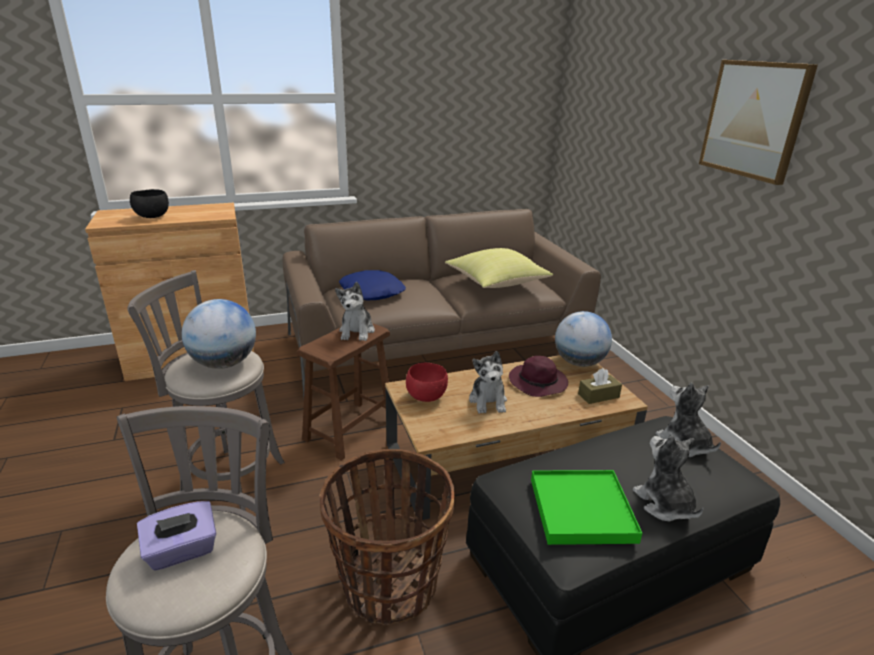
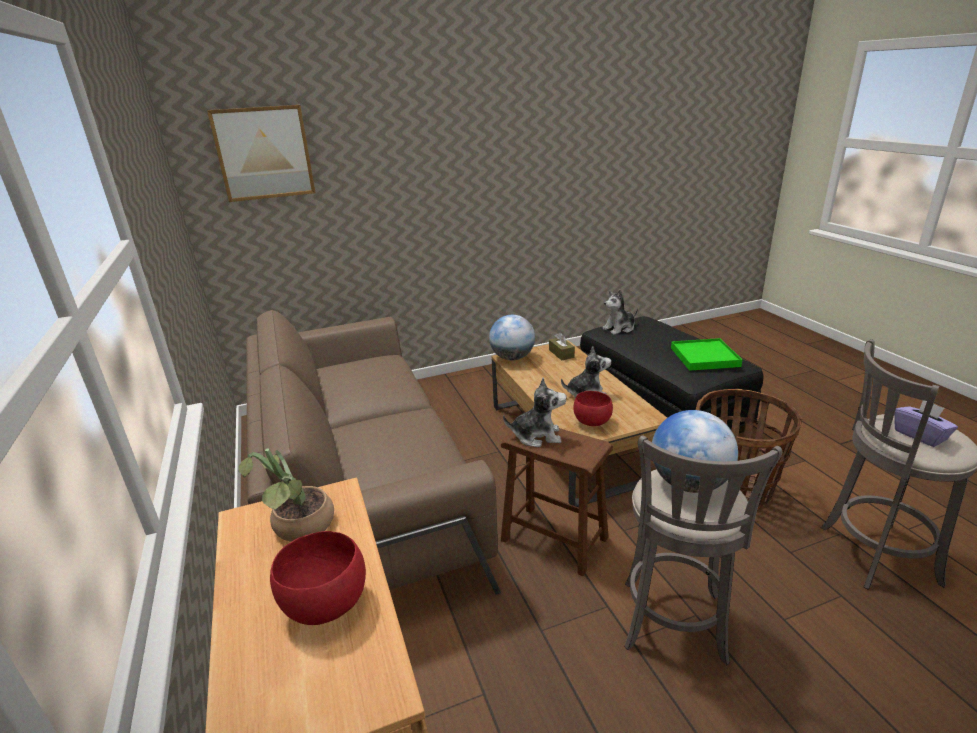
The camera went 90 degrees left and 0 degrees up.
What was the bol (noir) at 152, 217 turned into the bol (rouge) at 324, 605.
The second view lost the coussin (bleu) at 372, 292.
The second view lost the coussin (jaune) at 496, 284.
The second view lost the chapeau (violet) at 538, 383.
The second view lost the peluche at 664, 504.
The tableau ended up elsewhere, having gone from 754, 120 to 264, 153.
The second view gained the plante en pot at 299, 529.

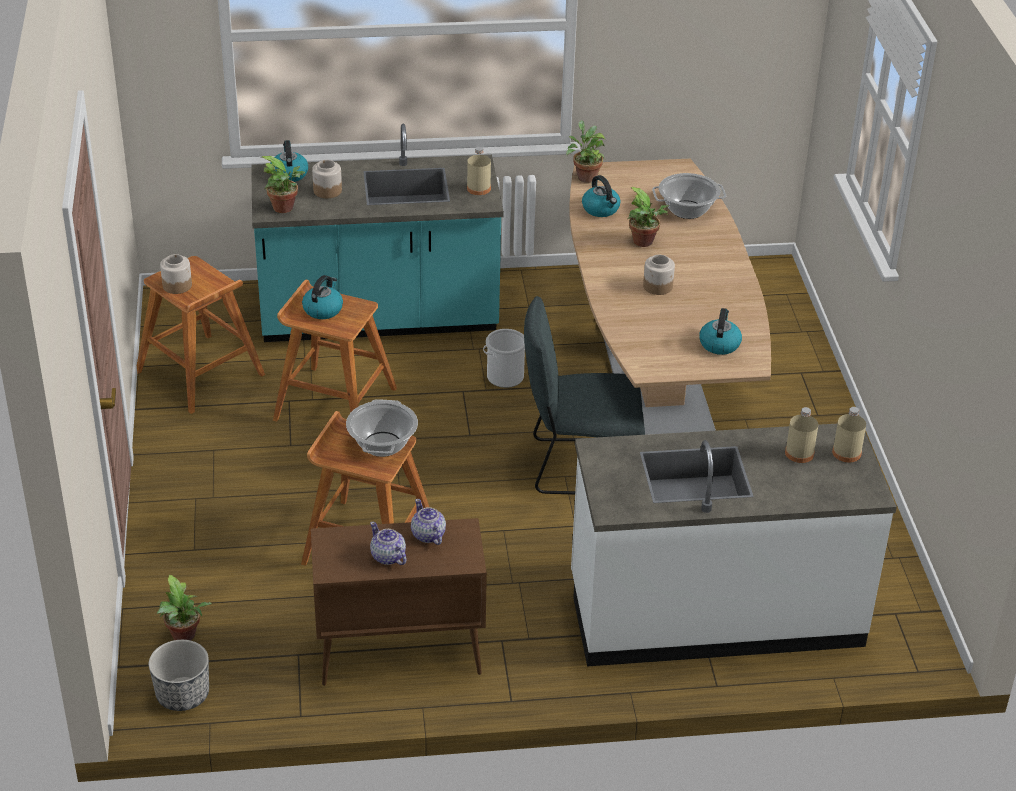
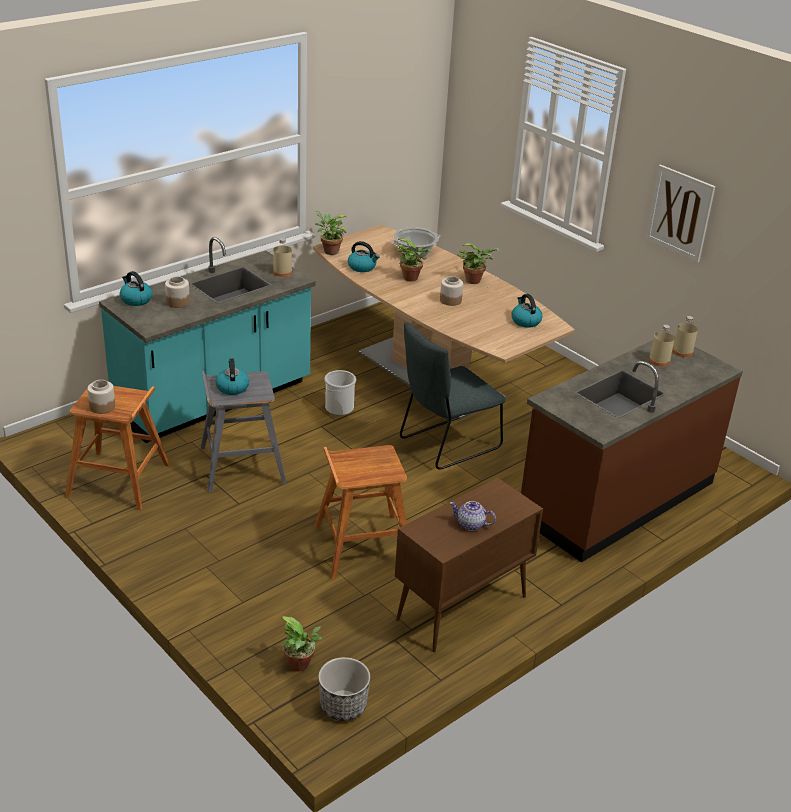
The camera went 35 degrees left and 5 degrees down.
The plante en pot ended up elsewhere, having gone from 286, 208 to 475, 280.
What was the tabouret (marron) at 334, 403 turned into the tabouret (gris) at 241, 465.
The second view lost the marmite at 382, 444.
The second view lost the théière at 428, 535.
What was the comptoir de cuisine (blanc) at 715, 613 turned into the comptoir de cuisine (marron) at 615, 498.
The second view gained the tableau at 679, 213.

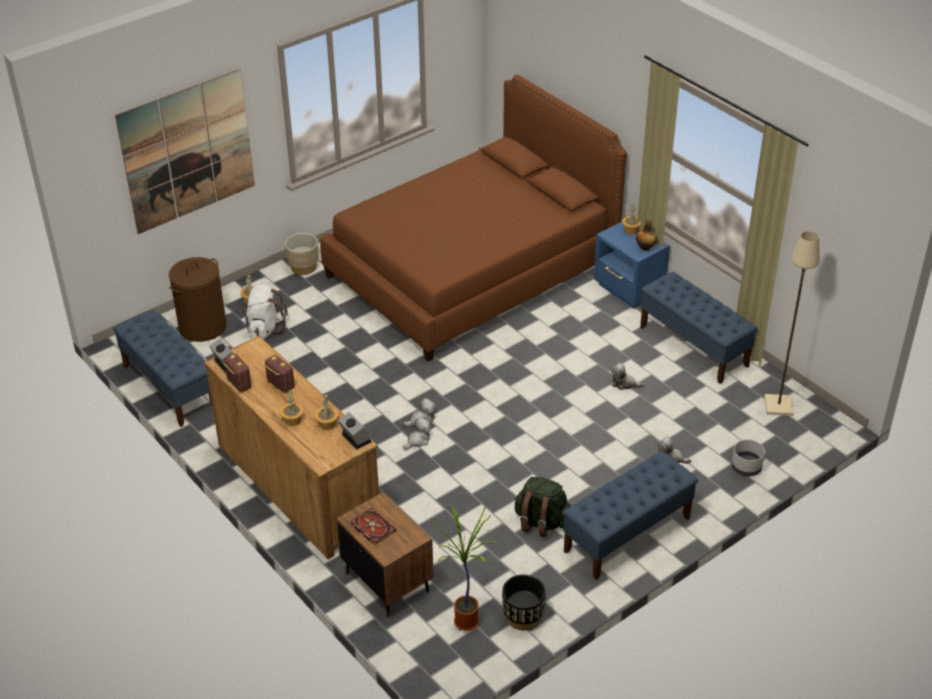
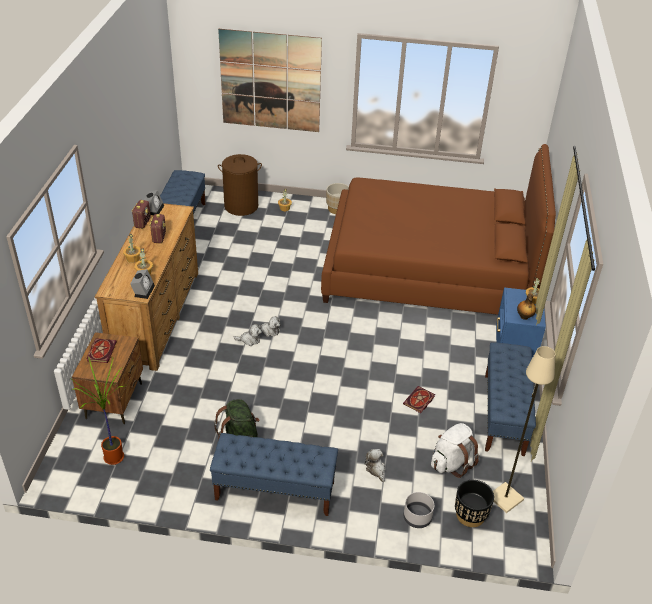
The camera went 45 degrees right and 0 degrees up.
The sac à dos (blanc) ended up elsewhere, having gone from 264, 329 to 451, 463.
The cache-pot (noir) ended up elsewhere, having gone from 523, 617 to 470, 515.
Where the peluche stood at 624, 384, the livre came to stand at 419, 401.

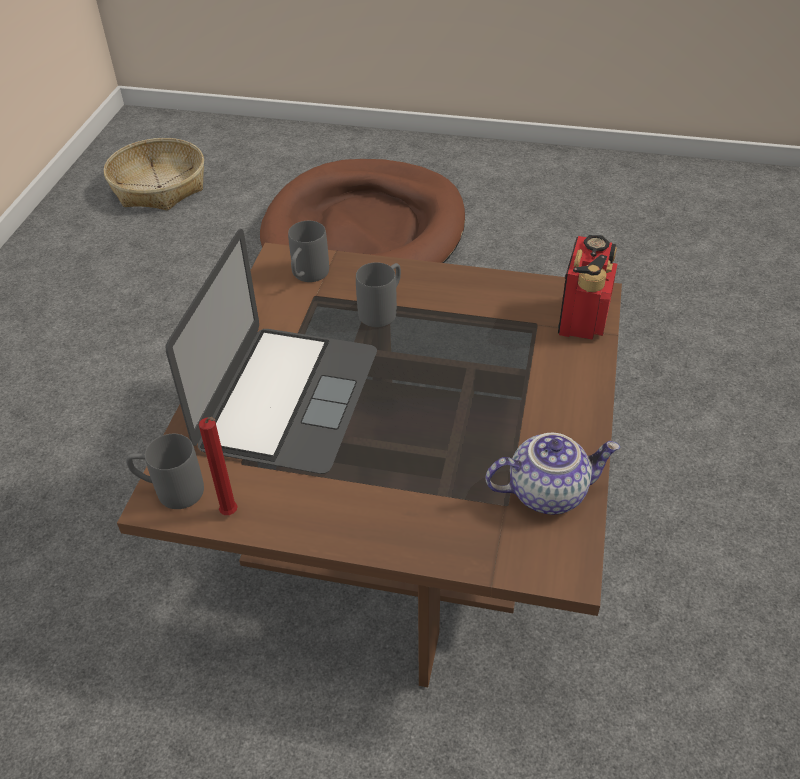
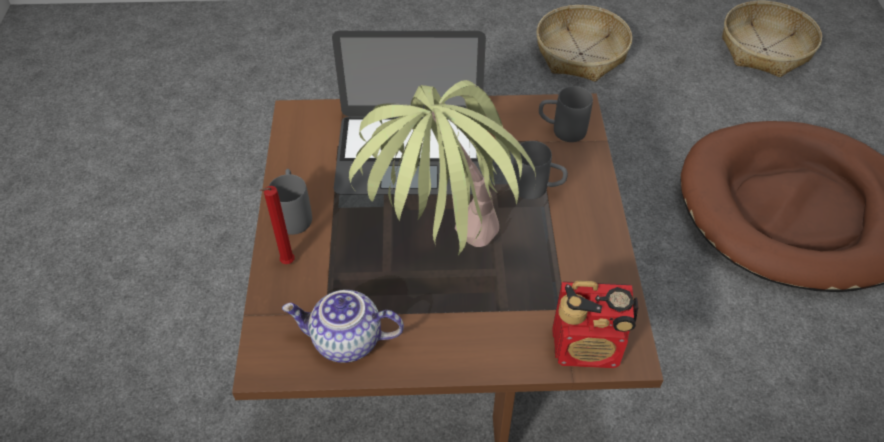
The camera went 75 degrees right and 5 degrees up.
The mug (gris) ended up elsewhere, having gone from 170, 490 to 293, 214.
The bougie (rouge) ended up elsewhere, having gone from 231, 514 to 286, 263.
The théière at 547, 491 ended up facing another way, 120 degrees clockwise from before.
The second view gained the plante en pot at 441, 262.
The second view gained the panier at 581, 54.

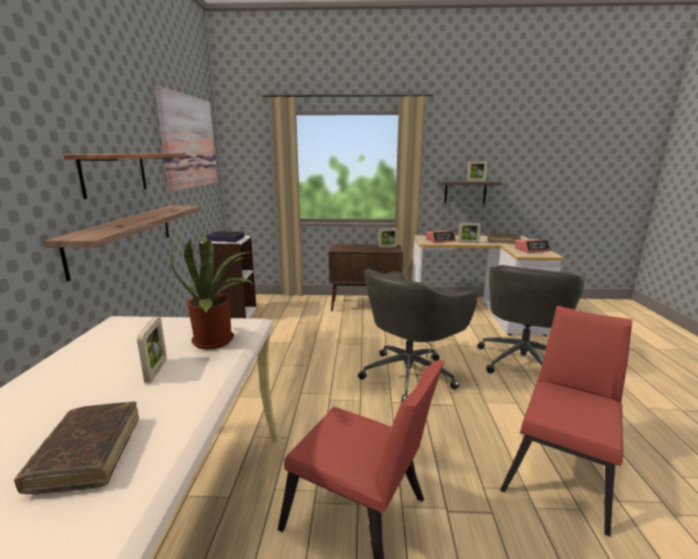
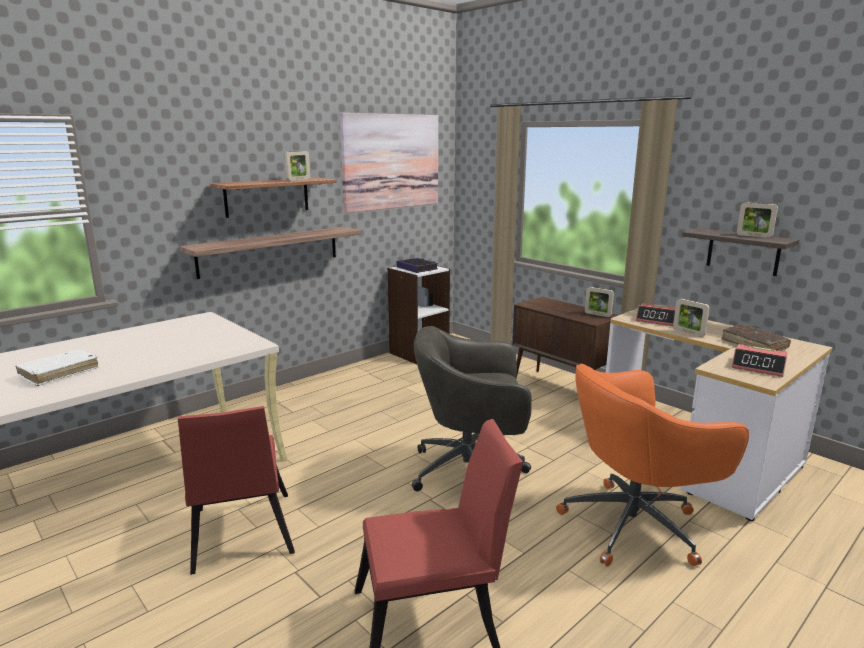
The camera went 45 degrees right and 0 degrees up.
What was the livre (marron) at 88, 454 turned into the livre (blanc) at 59, 373.
The cadre photo ended up elsewhere, having gone from 156, 370 to 298, 180.
The second view lost the plante en pot at 218, 340.
What was the chaise de bureau (gris) at 522, 360 turned into the chaise de bureau (orange) at 635, 525.

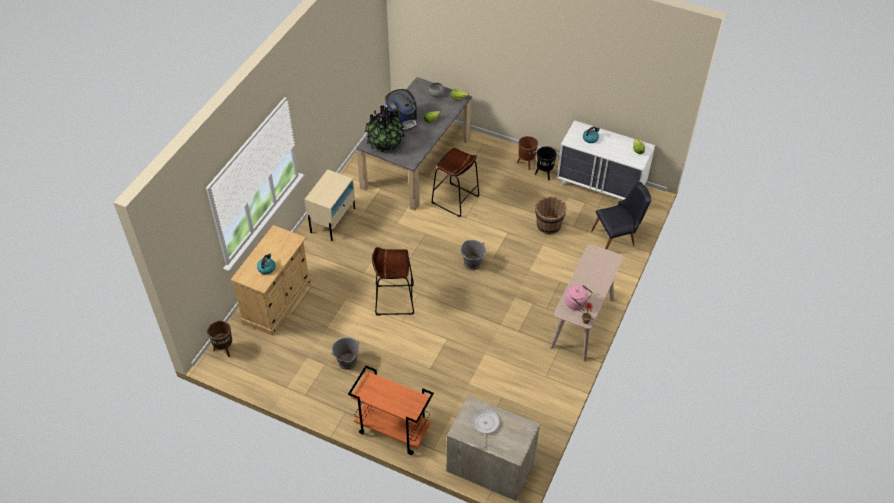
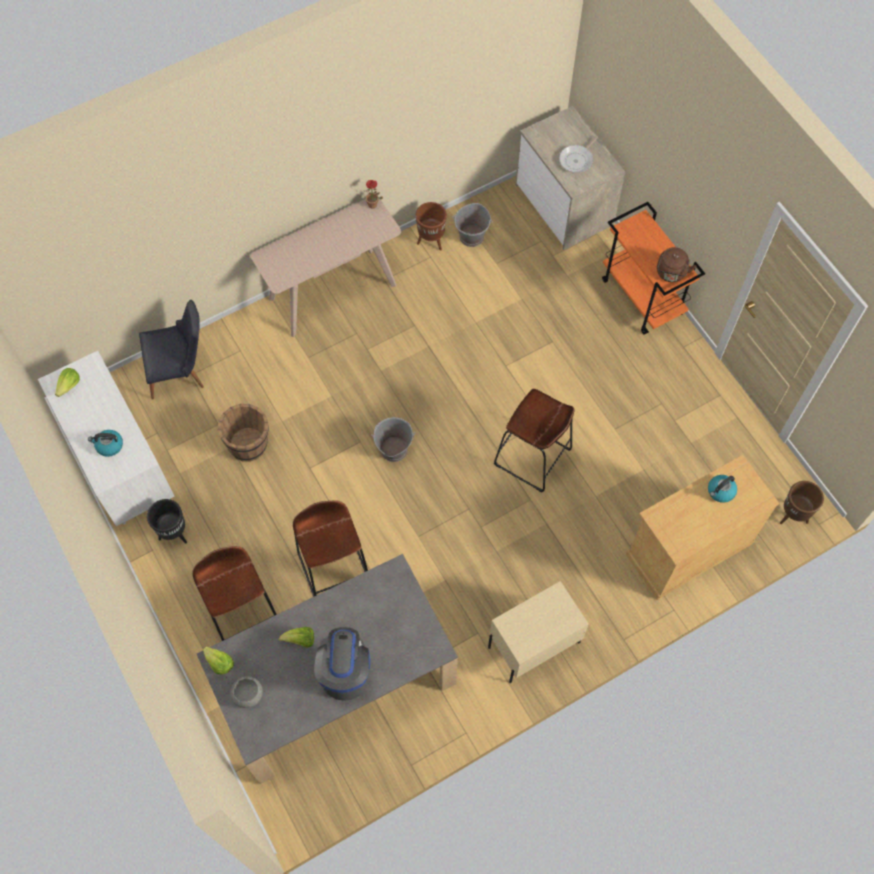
The camera went 145 degrees left and 15 degrees up.
The seau (gris) ended up elsewhere, having gone from 347, 362 to 472, 236.
The second view lost the plante en pot at 385, 144.
The cache-pot (marron) ended up elsewhere, having gone from 526, 164 to 431, 241.
The second view lost the bouilloire (rose) at 577, 303.
The chaise (noir) at 617, 238 ended up facing another way, 150 degrees clockwise from before.
The second view gained the tabouret (marron) at 243, 613.
The second view gained the bouilloire (marron) at 671, 274.

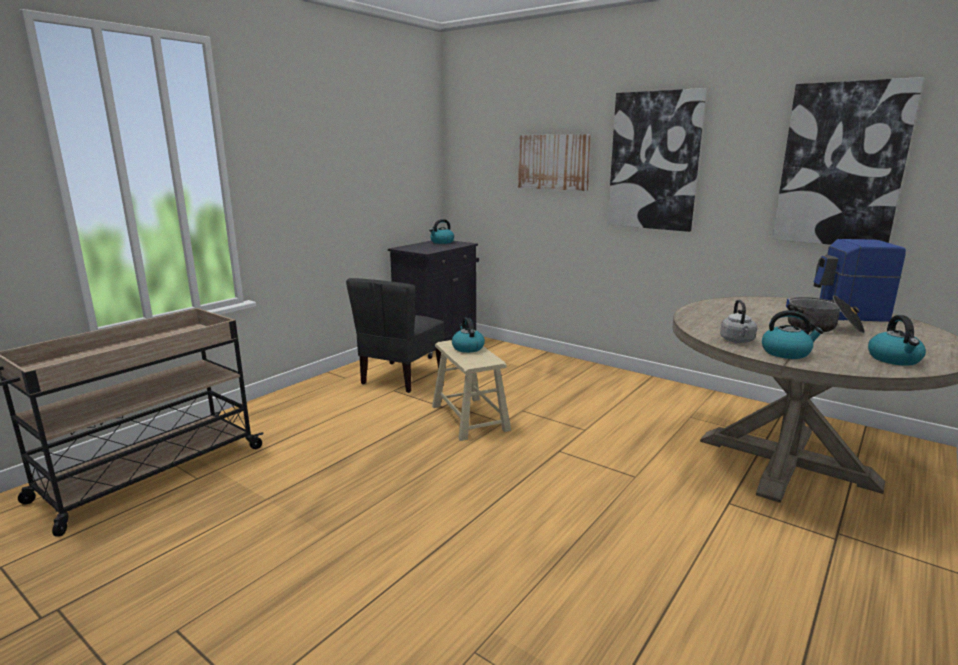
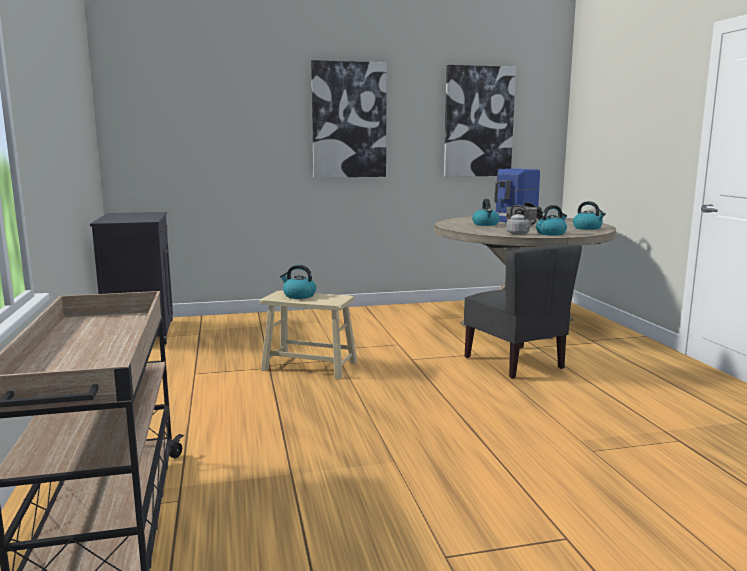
The camera went 50 degrees left and 5 degrees down.
The chaise (gris) ended up elsewhere, having gone from 401, 378 to 515, 362.
The bouilloire ended up elsewhere, having gone from 442, 242 to 485, 224.
The second view lost the tableau at 554, 162.

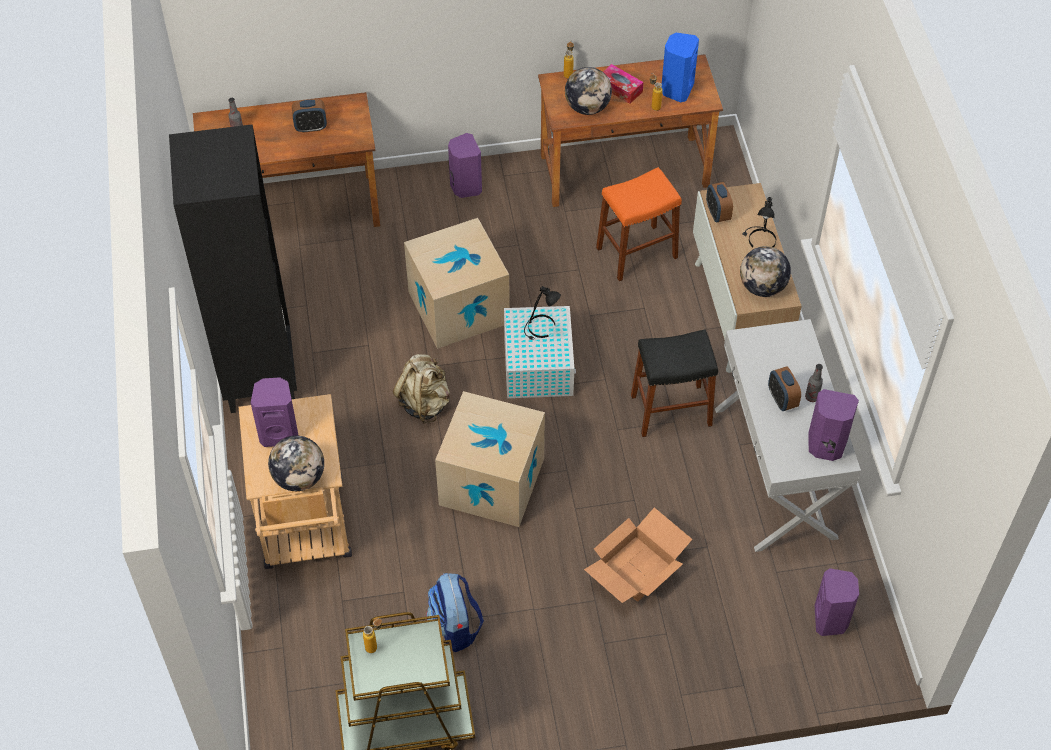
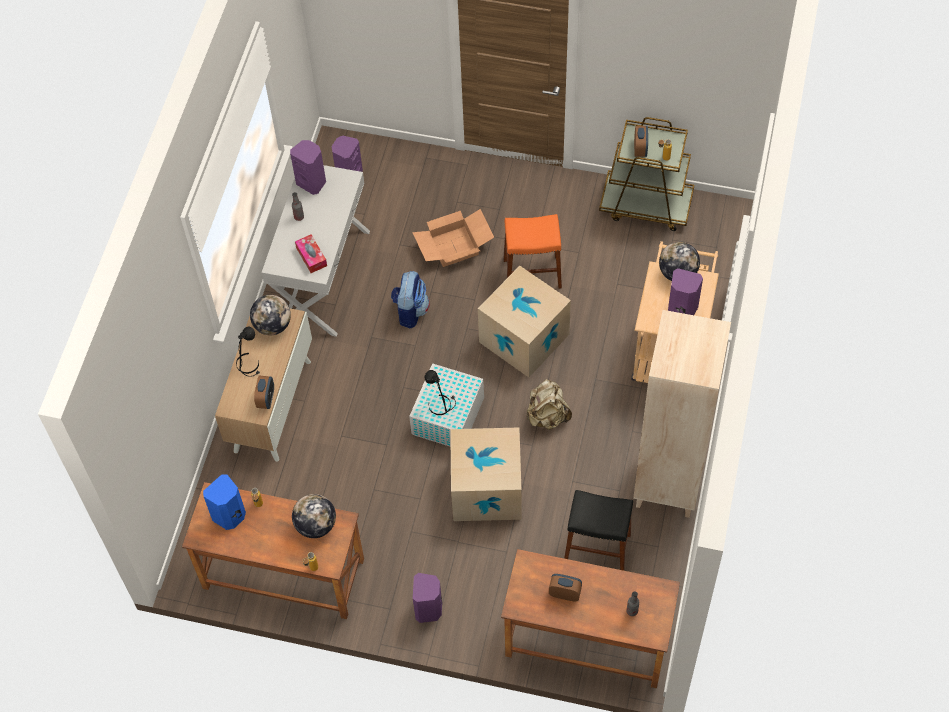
The camera went 155 degrees left and 5 degrees up.
What was the bibliothèque (noir) at 259, 376 turned into the bibliothèque (beige) at 668, 484.
The sac à dos ended up elsewhere, having gone from 455, 627 to 410, 311.
The tabouret (orange) ended up elsewhere, having gone from 636, 253 to 532, 273.
The boîte à mouchoirs ended up elsewhere, having gone from 620, 88 to 311, 257.
The tabouret (noir) ended up elsewhere, having gone from 671, 410 to 597, 548.
The réveil ended up elsewhere, having gone from 782, 399 to 640, 149.

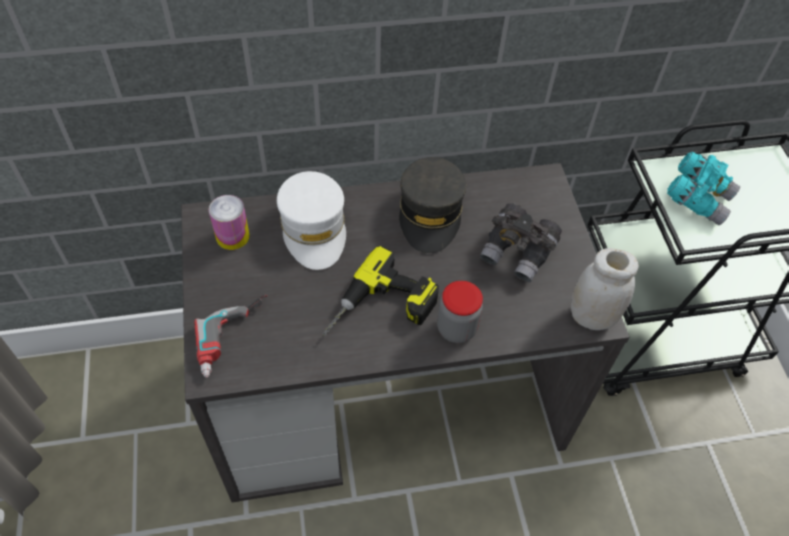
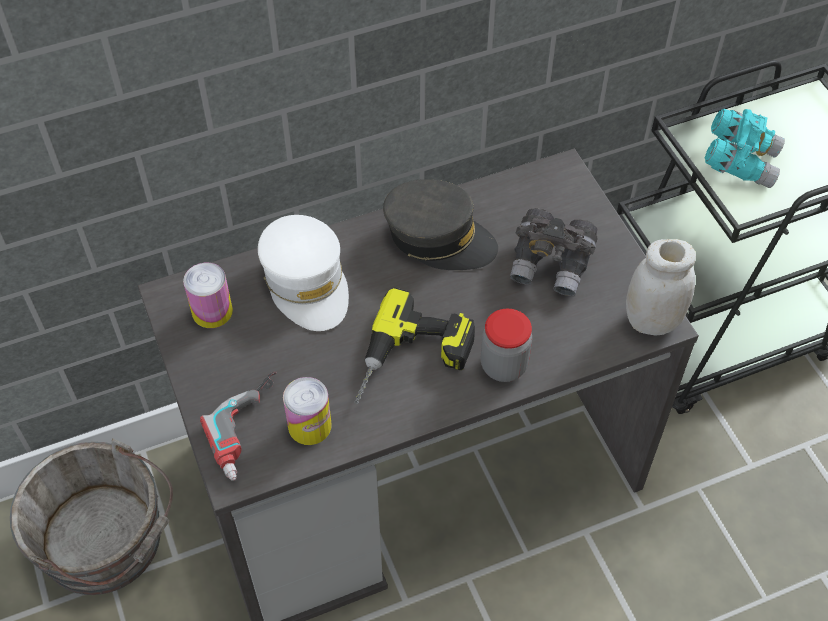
The camera went 10 degrees left and 0 degrees up.
The casquette (gris) at 430, 213 ended up facing another way, 60 degrees counterclockwise from before.
The second view gained the seau (gris) at 108, 542.
The second view gained the boîte métallique at 309, 426.

